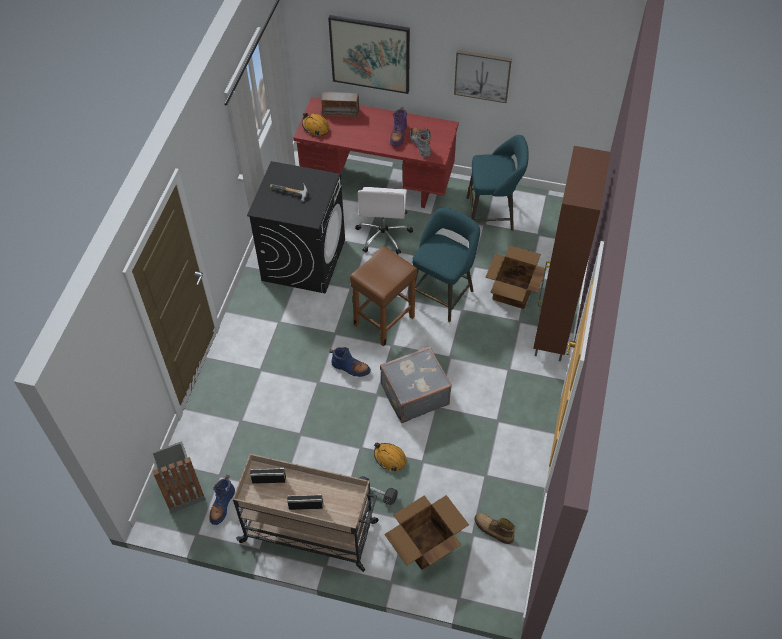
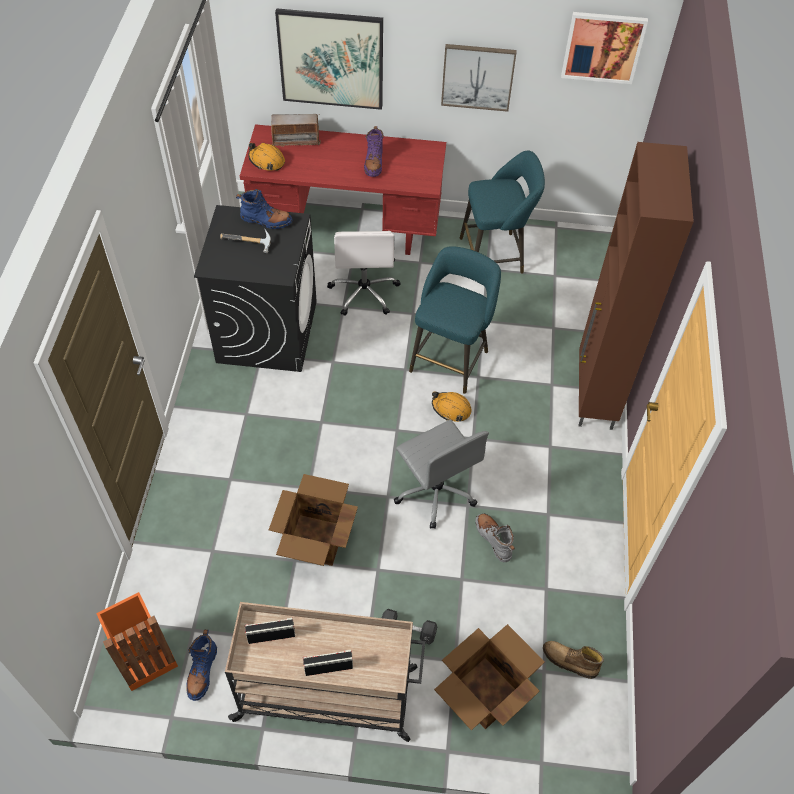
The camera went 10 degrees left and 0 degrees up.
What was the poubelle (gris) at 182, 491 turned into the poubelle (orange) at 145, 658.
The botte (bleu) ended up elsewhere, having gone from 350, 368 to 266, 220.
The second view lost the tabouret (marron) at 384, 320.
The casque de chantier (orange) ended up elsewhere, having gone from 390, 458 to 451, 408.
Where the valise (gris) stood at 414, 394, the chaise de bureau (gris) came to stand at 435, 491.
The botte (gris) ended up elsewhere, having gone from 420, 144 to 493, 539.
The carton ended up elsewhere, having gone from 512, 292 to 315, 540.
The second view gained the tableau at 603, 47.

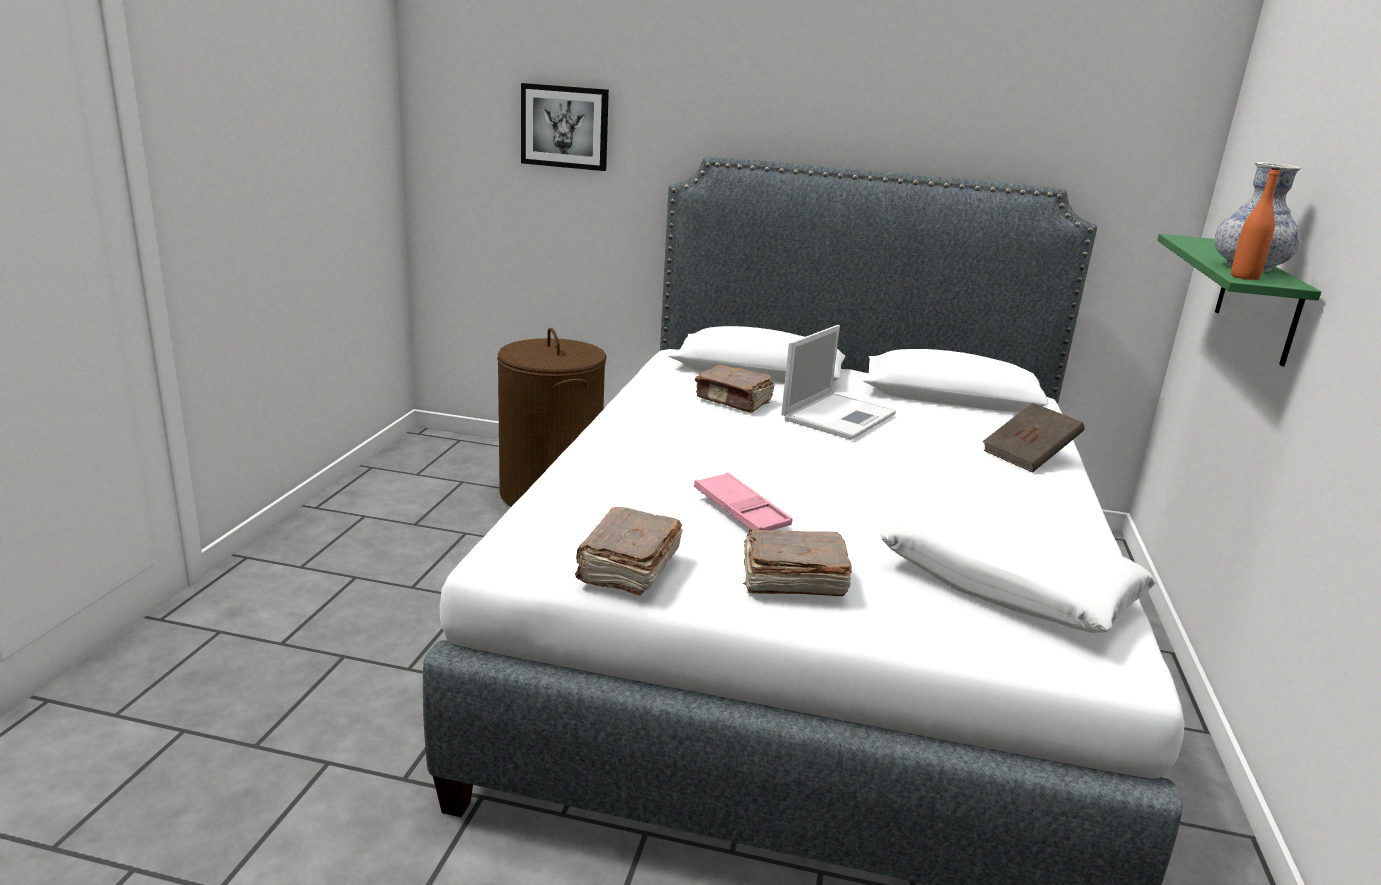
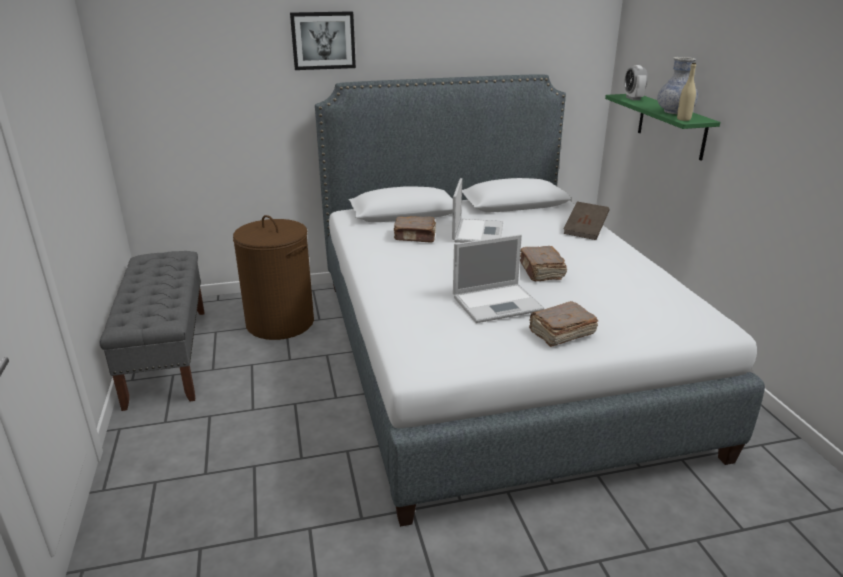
The camera went 25 degrees left and 5 degrees up.
The tableau ended up elsewhere, having gone from 565, 127 to 323, 40.
The livre (marron) ended up elsewhere, having gone from 627, 568 to 541, 271.
Where the plateau (rose) stood at 741, 510, the ordinateur portable came to stand at 498, 303.
The second view lost the coussin (blanc) at 1008, 585.
What was the bouteille (orange) at 1244, 277 turned into the bouteille (beige) at 683, 119.
The second view gained the banc (gris) at 167, 355.
The second view gained the réveil at 633, 98.

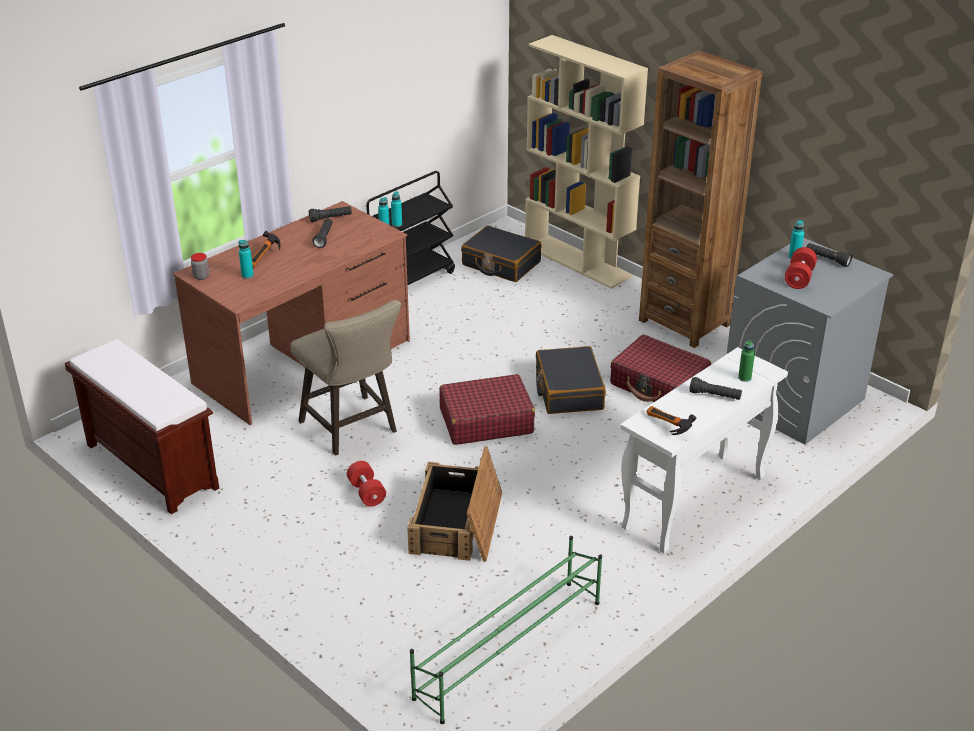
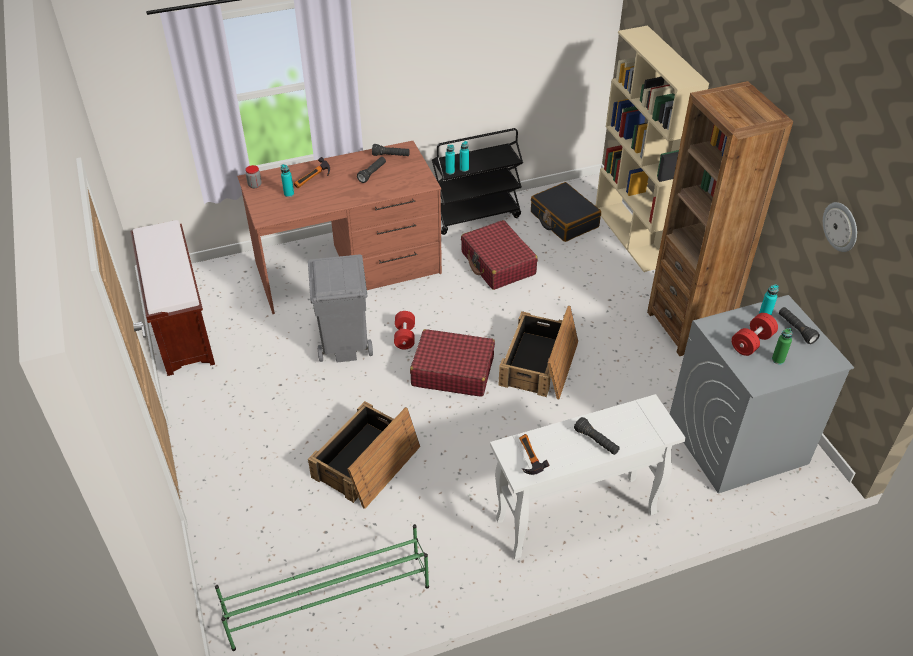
The camera went 25 degrees right and 10 degrees up.
Where the tabouret (beige) stood at 352, 429, the poubelle (gris) came to stand at 344, 344.
The haltère (rouge) ended up elsewhere, having gone from 366, 493 to 405, 337.
Where the valise (noir) stood at 568, 390, the caisse came to stand at 540, 364.
The valise (rouge) ended up elsewhere, having gone from 659, 385 to 498, 264.
The bouteille (vert) ended up elsewhere, having gone from 744, 378 to 778, 360.
The second view gained the horloge murale at 841, 226.

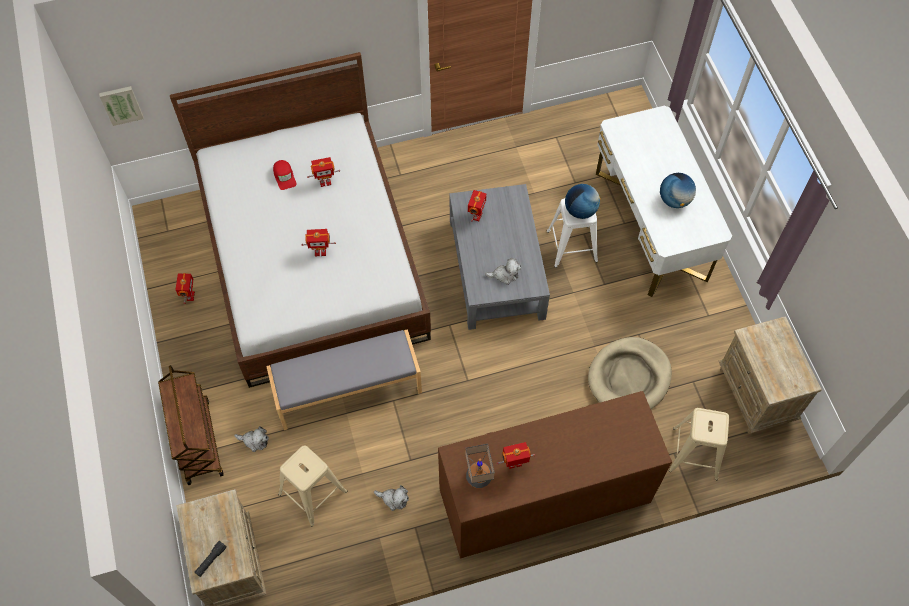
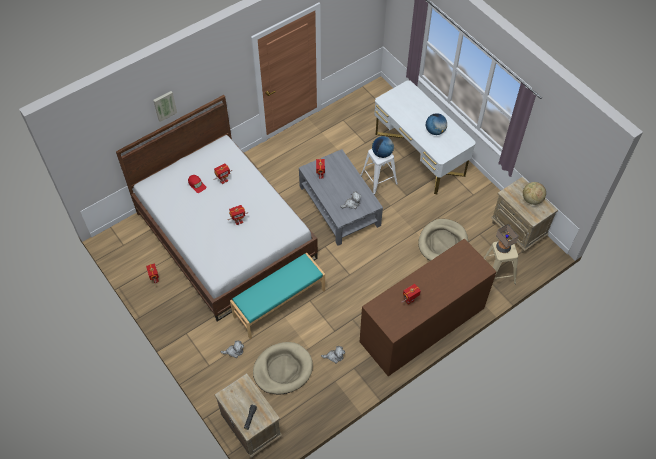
The camera went 20 degrees left and 5 degrees down.
The tableau ended up elsewhere, having gone from 121, 104 to 164, 105.
The second view lost the chariot (marron) at 197, 440.
What was the banc (gris) at 347, 389 turned into the banc (turquoise) at 279, 303.
Where the tabouret (beige) stood at 311, 492, the panier pour chien (beige) came to stand at 283, 369.
The lampe de table ended up elsewhere, having gone from 478, 477 to 503, 247.
The second view gained the globe at 531, 199.

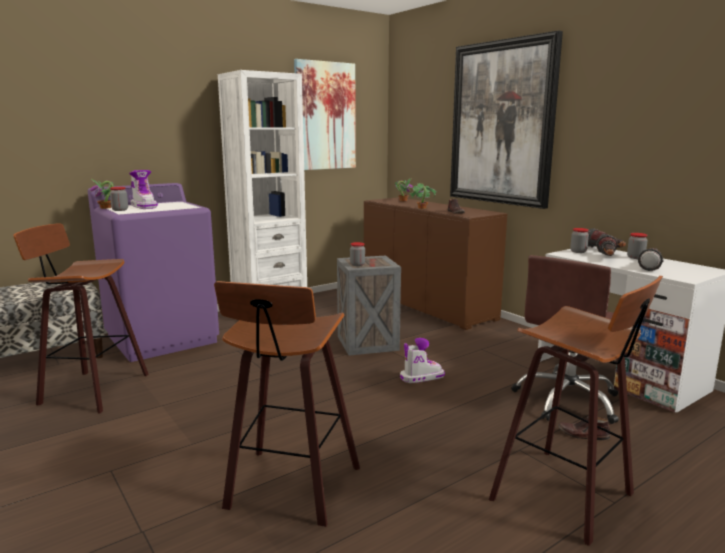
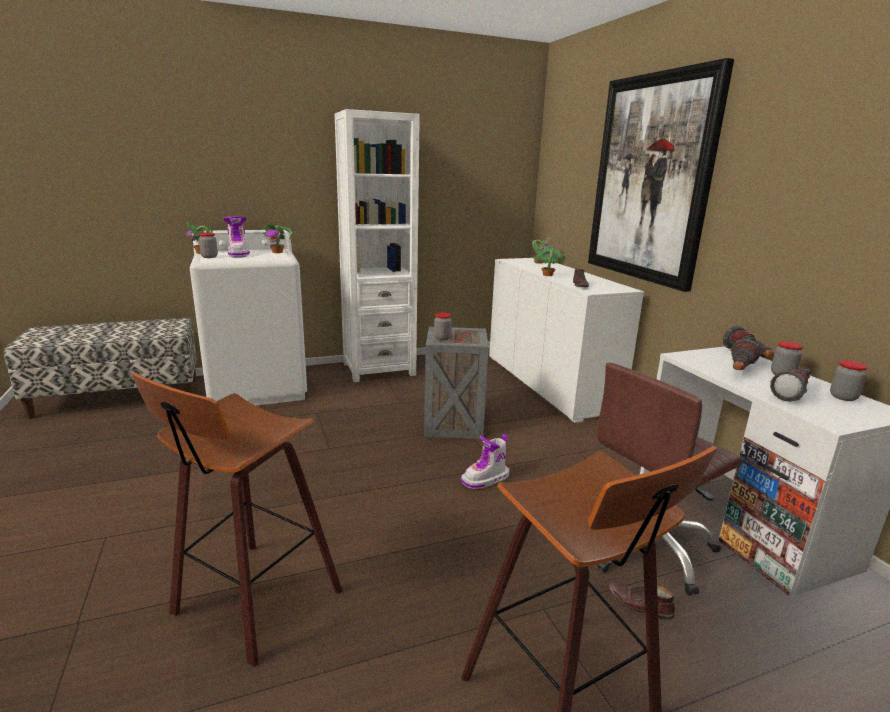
The camera went 15 degrees right and 5 degrees up.
The second view lost the tabouret at 90, 390.
What was the lave-linge (violet) at 162, 338 turned into the lave-linge (blanc) at 258, 387.
The second view lost the tableau at 325, 116.
What was the meuble de rangement (marron) at 426, 305 turned into the meuble de rangement (blanc) at 548, 383.
The botte at 421, 377 ended up facing another way, 150 degrees clockwise from before.
The bocal ended up elsewhere, having gone from 578, 251 to 843, 397.
The second view gained the plante en pot at 278, 252.

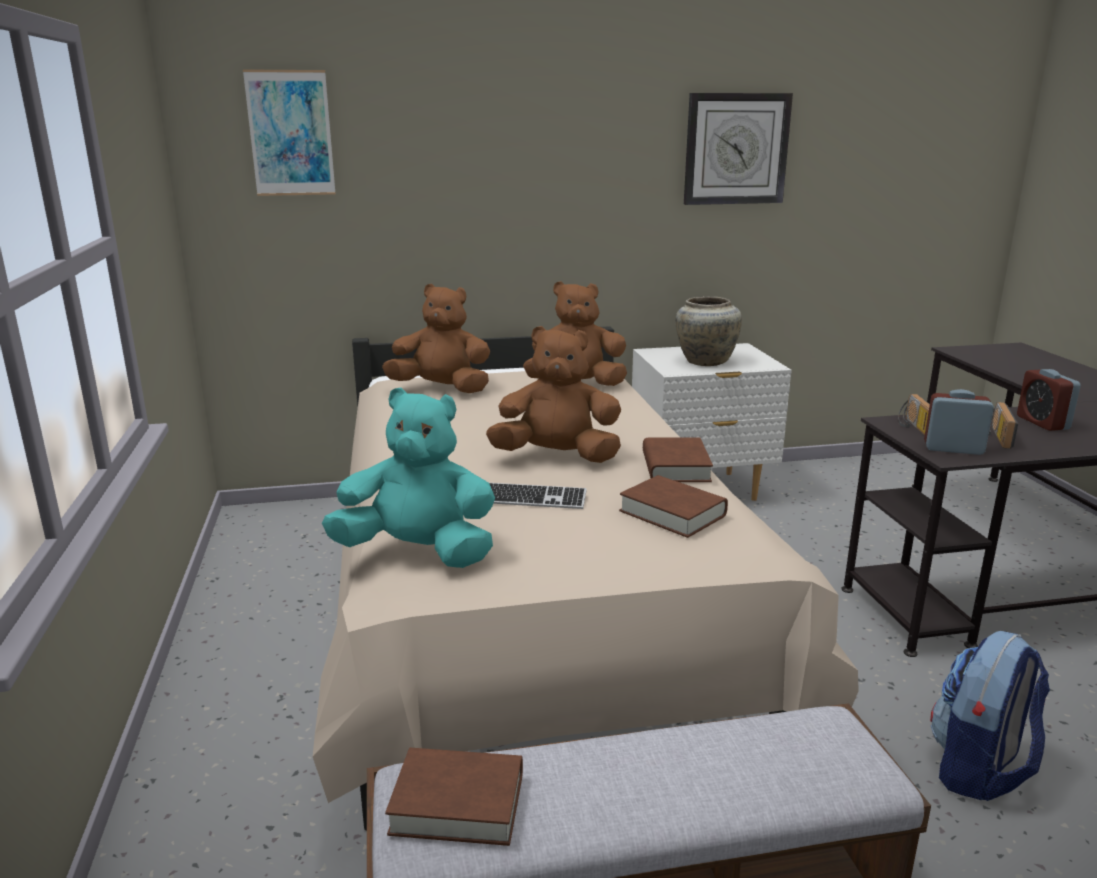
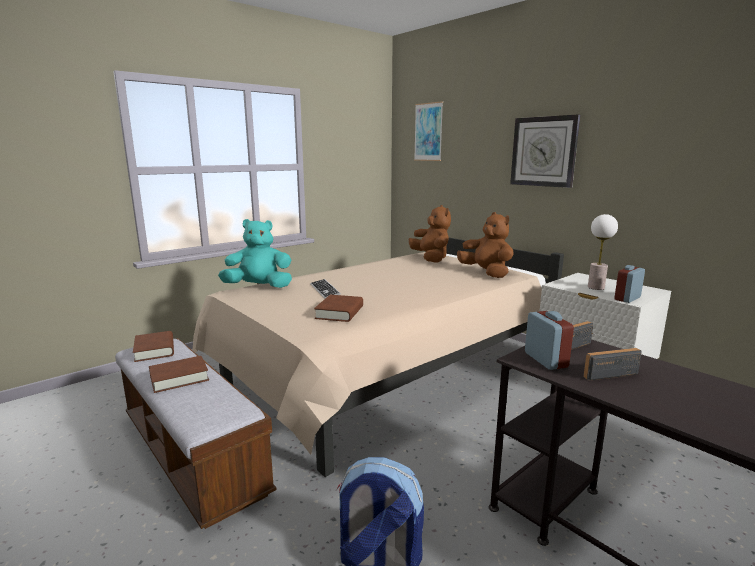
The camera went 60 degrees right and 5 degrees down.
The peluche (turquoise) at 418, 553 ended up facing another way, 75 degrees counterclockwise from before.
The second view lost the peluche (marron) at 557, 456.
The livre (marron) ended up elsewhere, having gone from 675, 467 to 179, 378.
Where the vase (beige) stood at 705, 361, the lampe de table came to stand at 596, 287.
The horloge murale ended up elsewhere, having gone from 736, 149 to 544, 151.
The réveil ended up elsewhere, having gone from 1042, 423 to 627, 298.

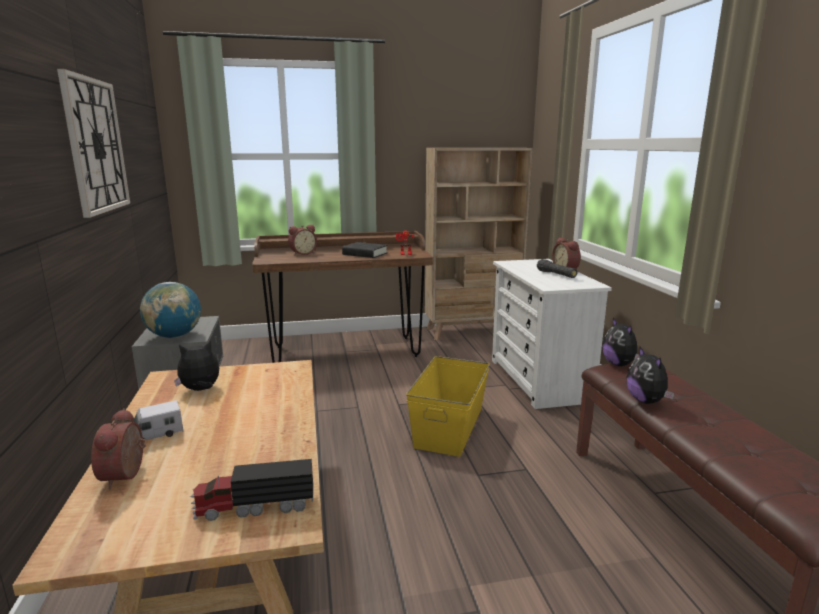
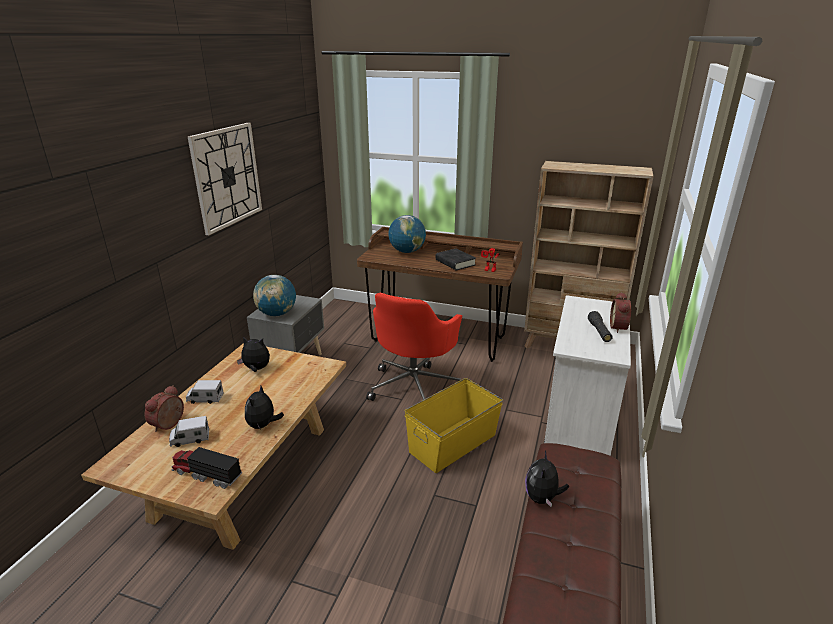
The camera went 30 degrees right and 10 degrees up.
Where the réveil stood at 302, 253, the globe came to stand at 407, 252.
The peluche ended up elsewhere, having gone from 619, 364 to 263, 425.
The second view gained the camion jouet at 190, 439.
The second view gained the chaise de bureau (rouge) at 414, 386.

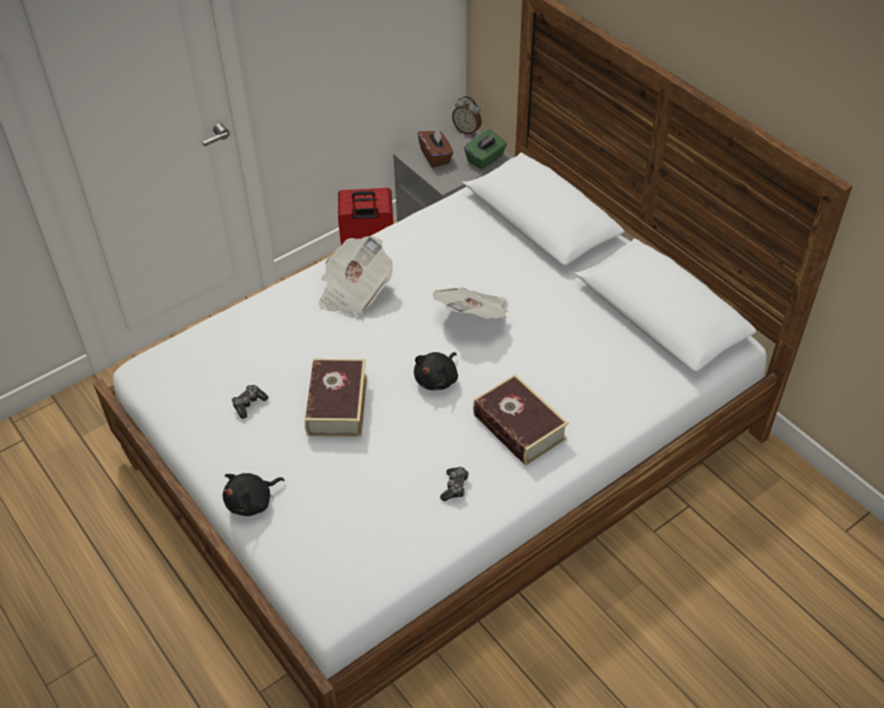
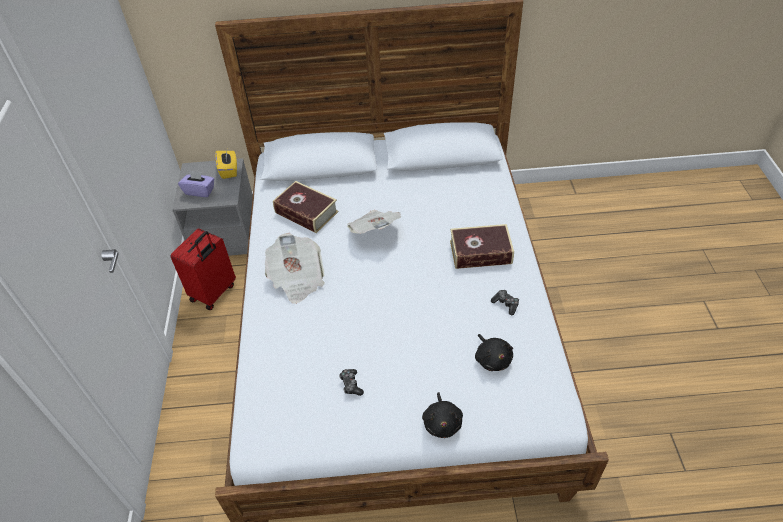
The camera went 55 degrees left and 0 degrees up.
The livre ended up elsewhere, having gone from 337, 405 to 306, 212.
The peluche (noir) ended up elsewhere, having gone from 437, 379 to 492, 359.
What was the boîte à mouchoirs (marron) at 435, 157 turned into the boîte à mouchoirs (violet) at 200, 191.
The second view lost the réveil at 467, 131.
What was the boîte à mouchoirs (vert) at 485, 159 turned into the boîte à mouchoirs (jaune) at 229, 170.

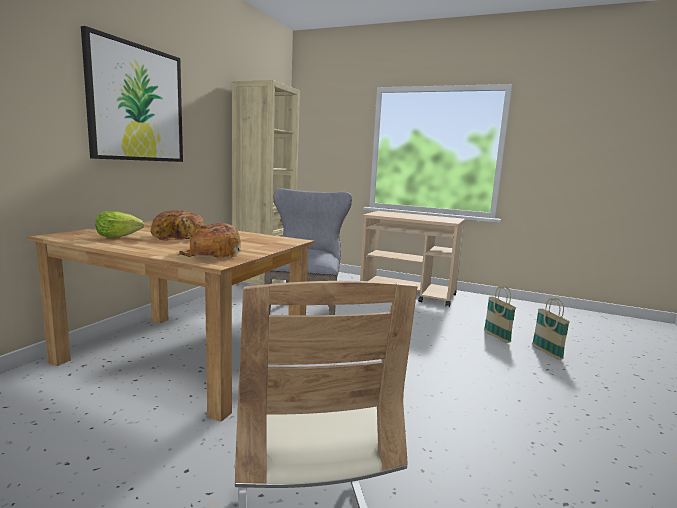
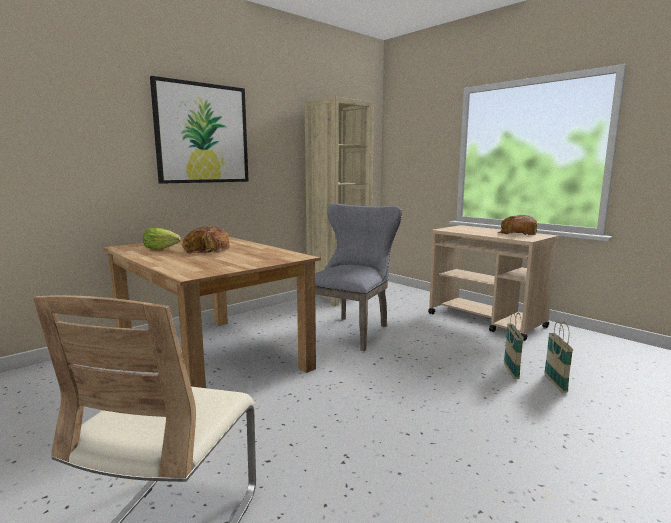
The camera went 25 degrees right and 0 degrees up.
The pain ended up elsewhere, having gone from 209, 254 to 516, 233.
The panier ended up elsewhere, having gone from 546, 353 to 511, 371.

